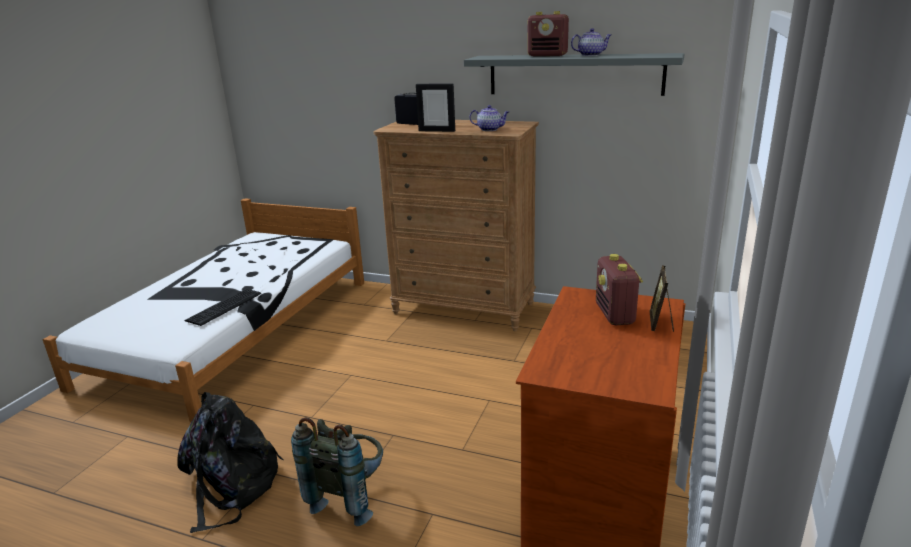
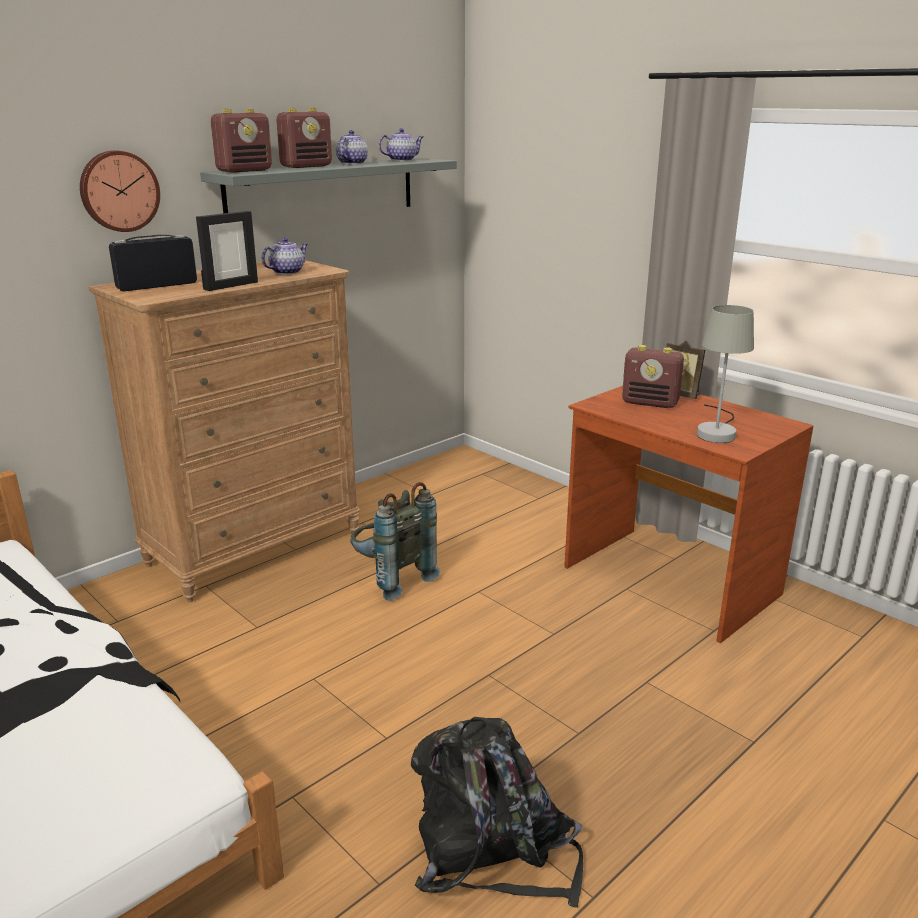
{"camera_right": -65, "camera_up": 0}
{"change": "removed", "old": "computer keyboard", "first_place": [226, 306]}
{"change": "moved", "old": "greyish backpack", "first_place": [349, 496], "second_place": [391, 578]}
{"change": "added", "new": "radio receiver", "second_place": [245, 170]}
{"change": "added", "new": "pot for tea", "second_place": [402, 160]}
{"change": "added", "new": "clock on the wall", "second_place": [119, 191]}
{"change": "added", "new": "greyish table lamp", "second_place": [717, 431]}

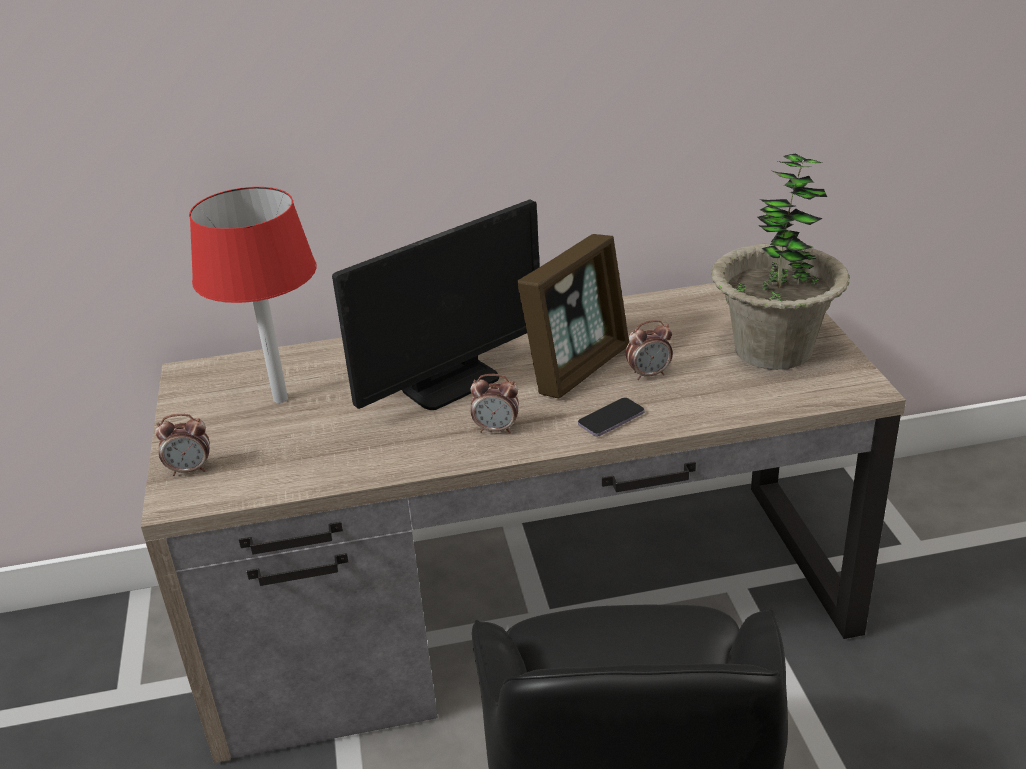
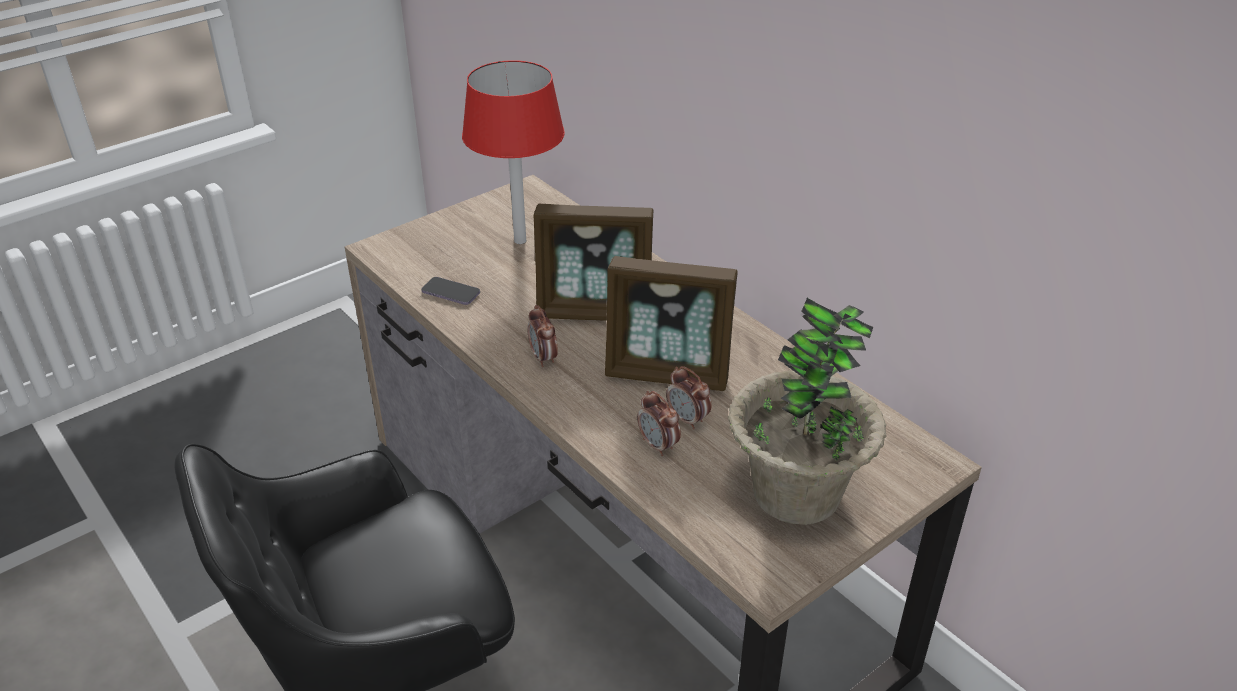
{"camera_right": 60, "camera_up": 5}
{"change": "replaced", "old": "monitor", "new": "picture frame", "first_place": [450, 383], "second_place": [595, 311]}
{"change": "moved", "old": "handset", "first_place": [611, 419], "second_place": [451, 293]}
{"change": "moved", "old": "bedside clock", "first_place": [190, 469], "second_place": [658, 445]}

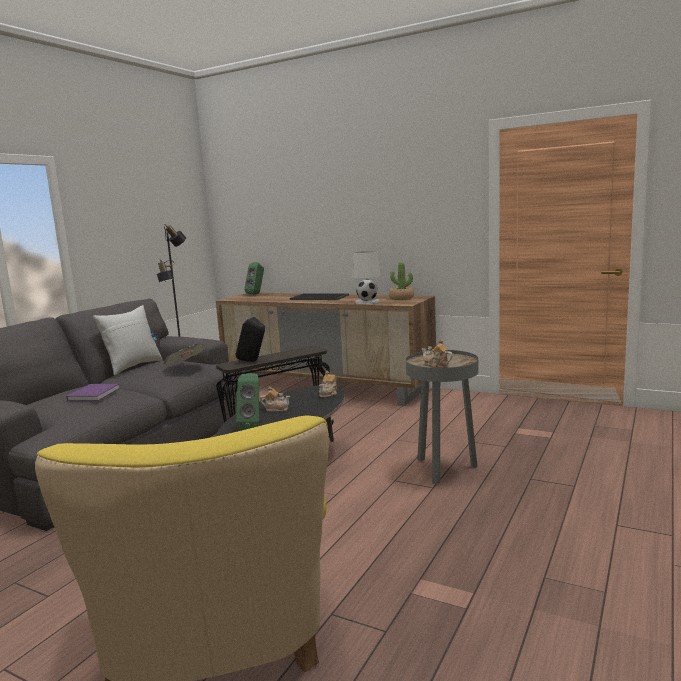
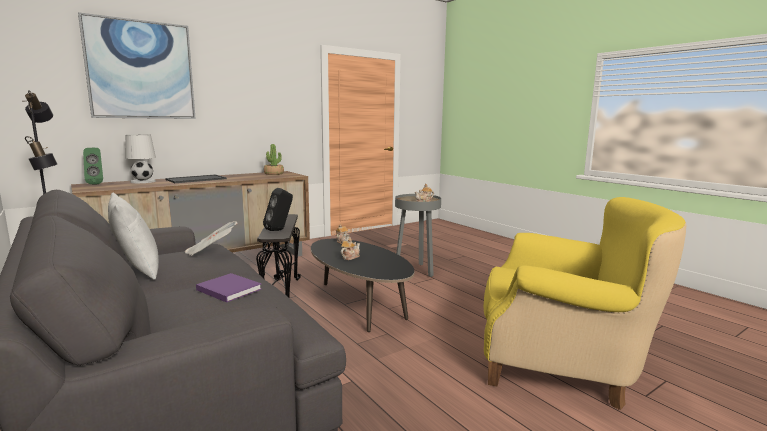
{"camera_right": -65, "camera_up": 0}
{"change": "moved", "old": "white table lamp", "first_place": [367, 302], "second_place": [143, 181]}
{"change": "removed", "old": "green-coloured audio speaker", "first_place": [253, 426]}
{"change": "added", "new": "picture", "second_place": [141, 70]}

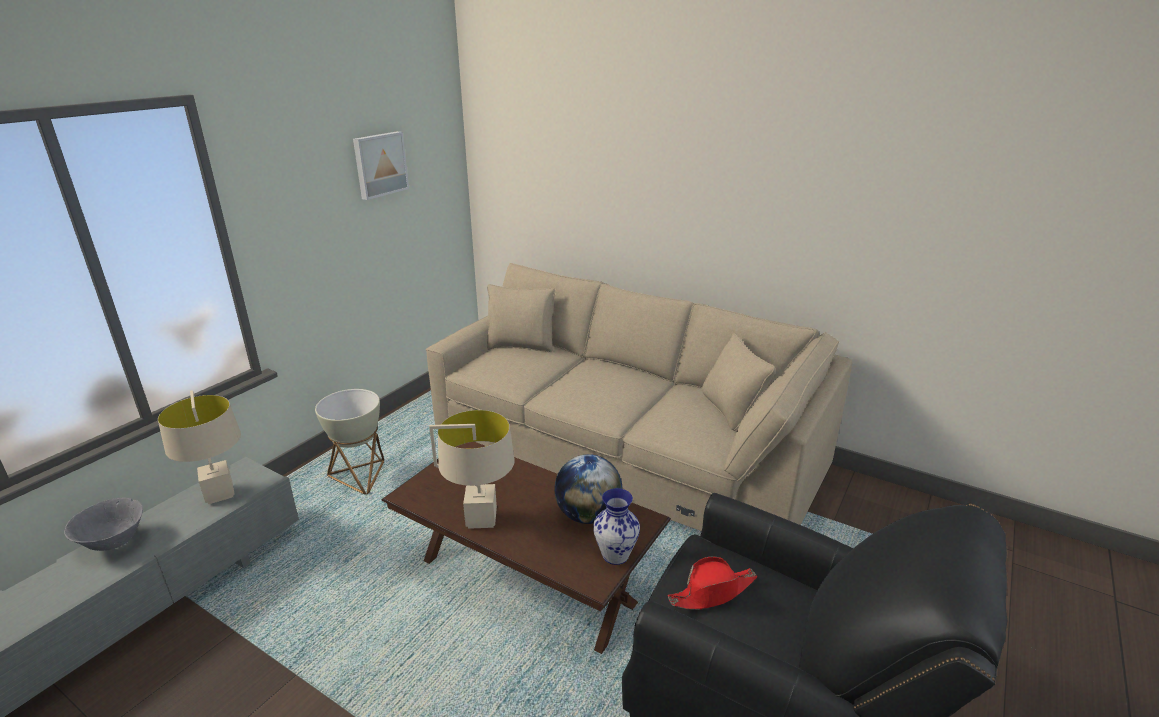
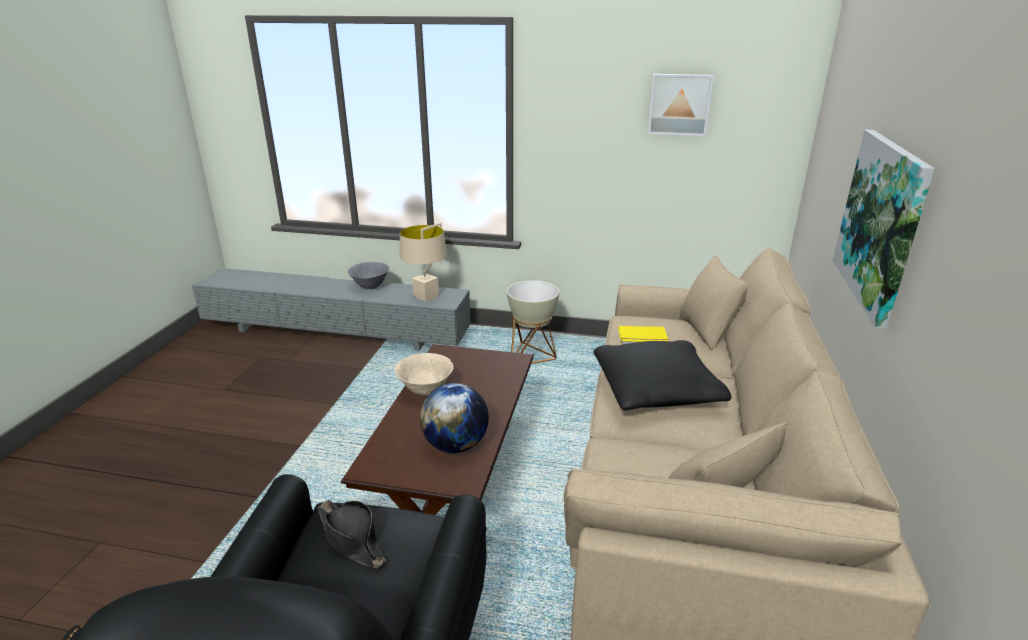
{"camera_right": 70, "camera_up": 0}
{"change": "replaced", "old": "sand-coloured table lamp", "new": "sand-coloured serving bowl", "first_place": [481, 519], "second_place": [426, 391]}
{"change": "removed", "old": "decorative vase", "first_place": [614, 555]}
{"change": "recoloured", "old": "reddish hat", "new": "black hat", "first_place": [712, 592], "second_place": [351, 539]}
{"change": "added", "new": "picture", "second_place": [881, 223]}
{"change": "added", "new": "yellow-coloured book", "second_place": [643, 338]}
{"change": "added", "new": "black pillow", "second_place": [656, 390]}

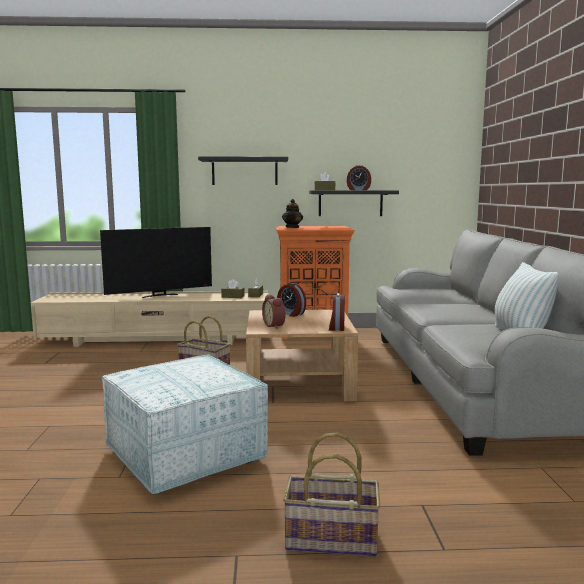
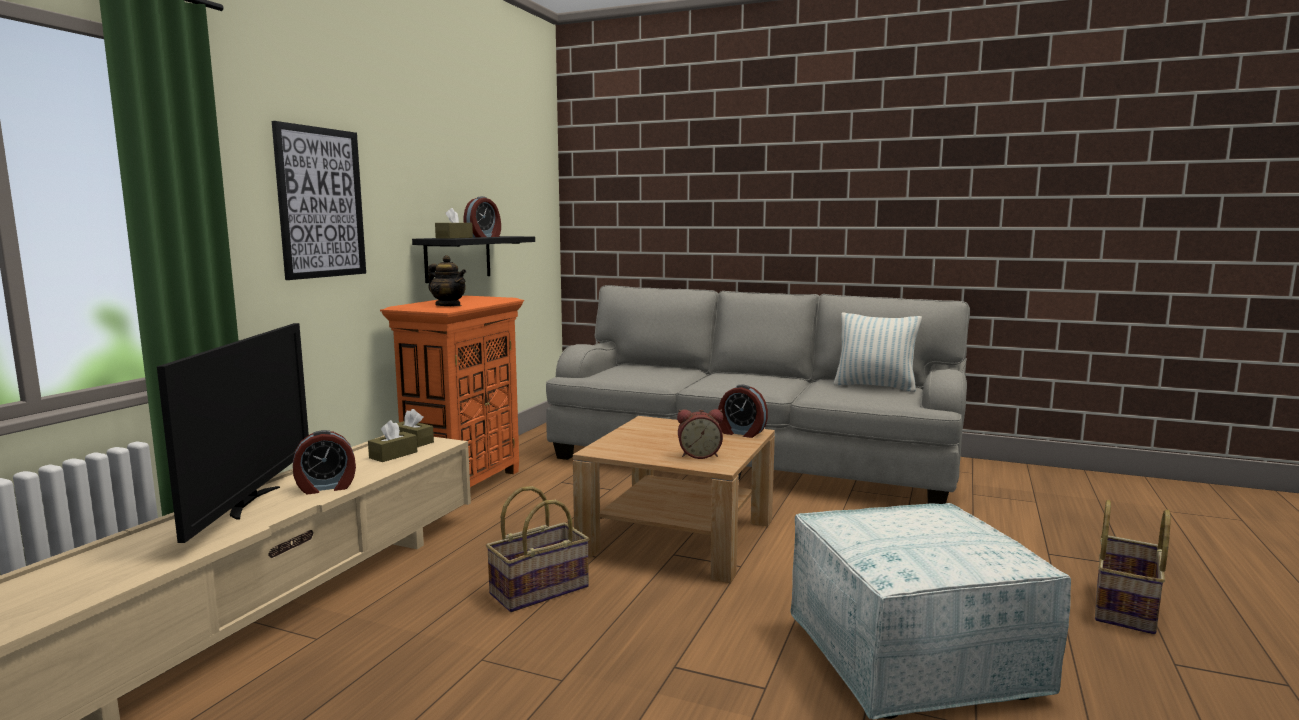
{"camera_right": -65, "camera_up": 0}
{"change": "replaced", "old": "black shelf", "new": "picture", "first_place": [244, 171], "second_place": [320, 203]}
{"change": "moved", "old": "bedside clock", "first_place": [290, 314], "second_place": [326, 487]}

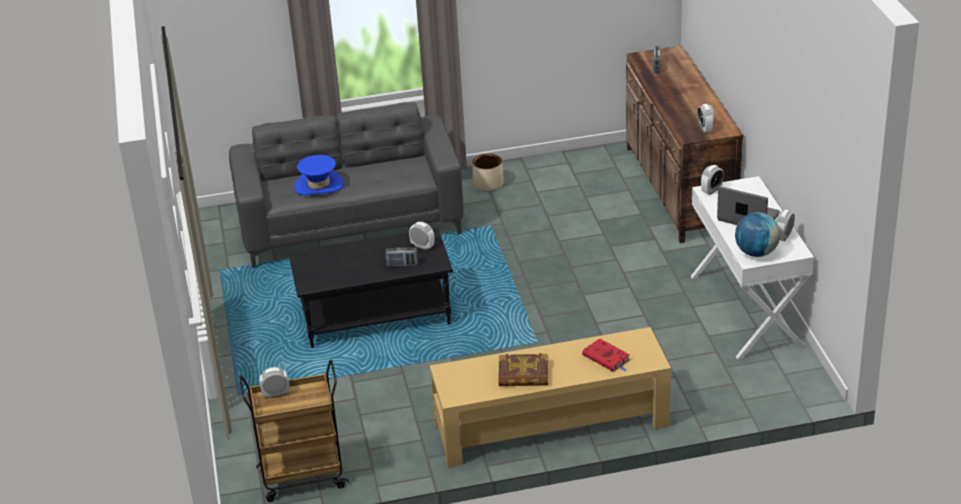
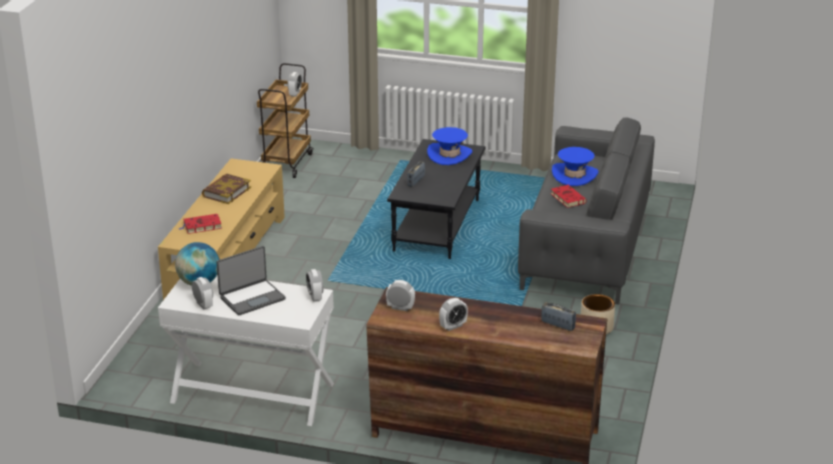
{"camera_right": 115, "camera_up": -5}
{"change": "moved", "old": "bedside clock", "first_place": [422, 246], "second_place": [453, 326]}
{"change": "added", "new": "blue hat", "second_place": [449, 155]}
{"change": "added", "new": "reddish book", "second_place": [567, 198]}

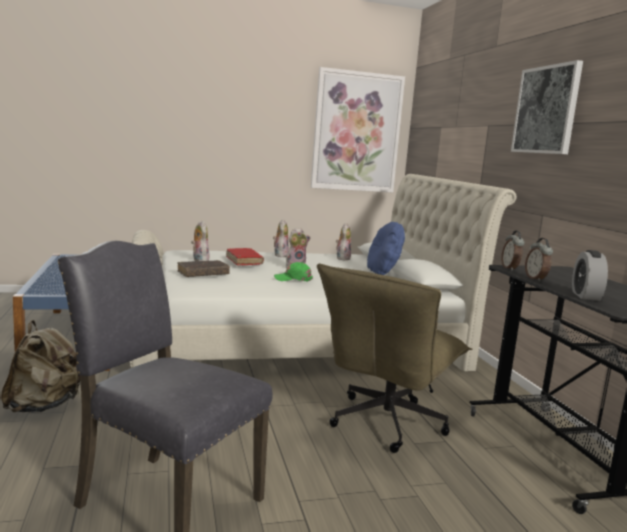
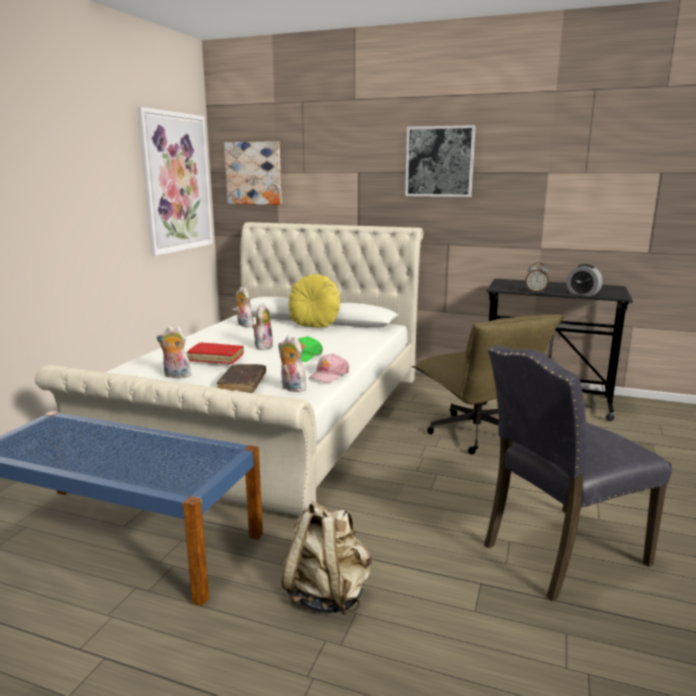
{"camera_right": -55, "camera_up": 5}
{"change": "moved", "old": "cuddly toy", "first_place": [280, 255], "second_place": [291, 388]}
{"change": "recoloured", "old": "blue pillow", "new": "yellow-coloured pillow", "first_place": [383, 273], "second_place": [314, 326]}
{"change": "removed", "old": "bedside clock", "first_place": [510, 268]}
{"change": "added", "new": "picture", "second_place": [254, 173]}
{"change": "added", "new": "pink peaked cap", "second_place": [328, 375]}

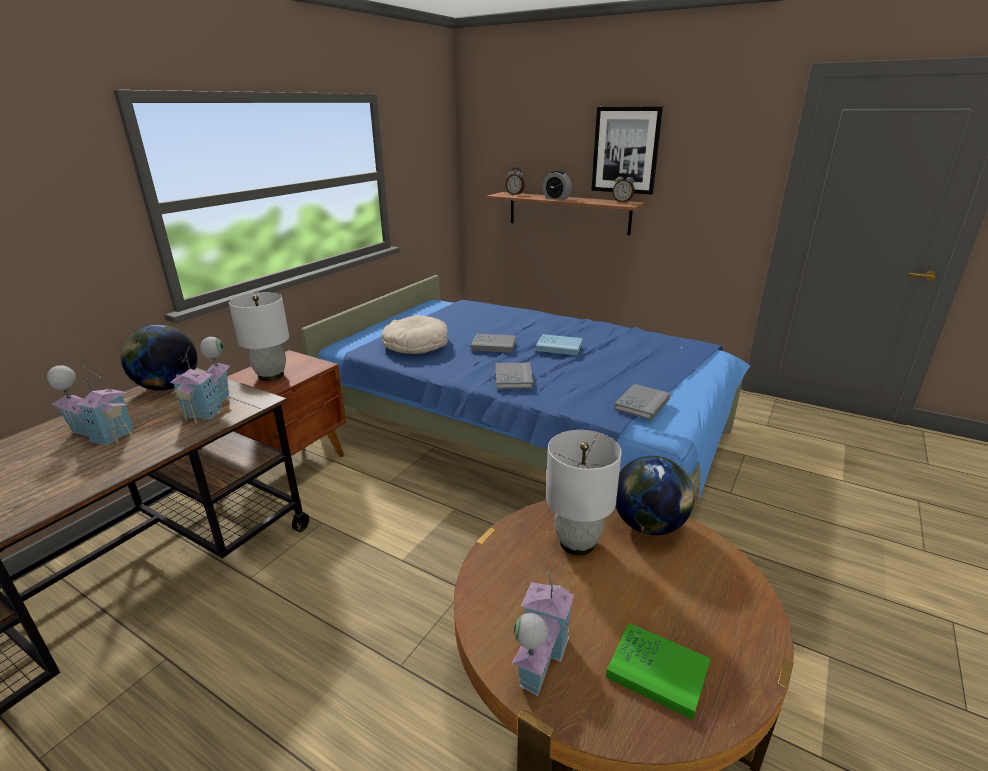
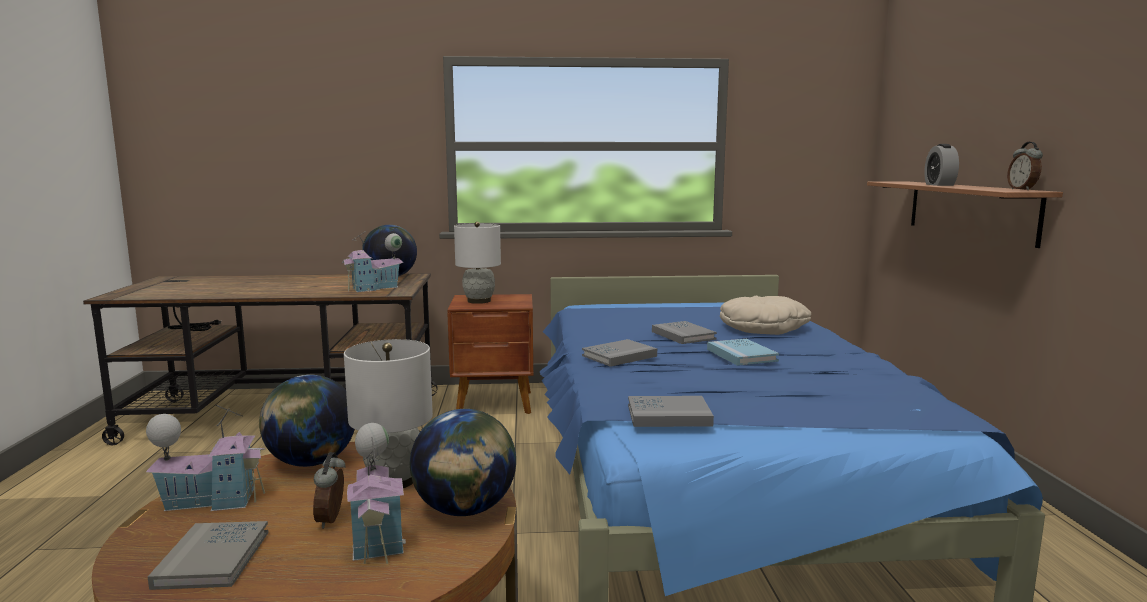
{"camera_right": 55, "camera_up": -15}
{"change": "removed", "old": "picture", "first_place": [625, 150]}
{"change": "moved", "old": "bedside clock", "first_place": [515, 194], "second_place": [332, 520]}
{"change": "moved", "old": "sand-coloured pillow", "first_place": [415, 345], "second_place": [761, 328]}
{"change": "moved", "old": "toy house", "first_place": [102, 433], "second_place": [378, 536]}
{"change": "recoloured", "old": "green-coloured book", "new": "greyish book", "first_place": [657, 671], "second_place": [213, 559]}
{"change": "added", "new": "desk globe", "second_place": [311, 462]}

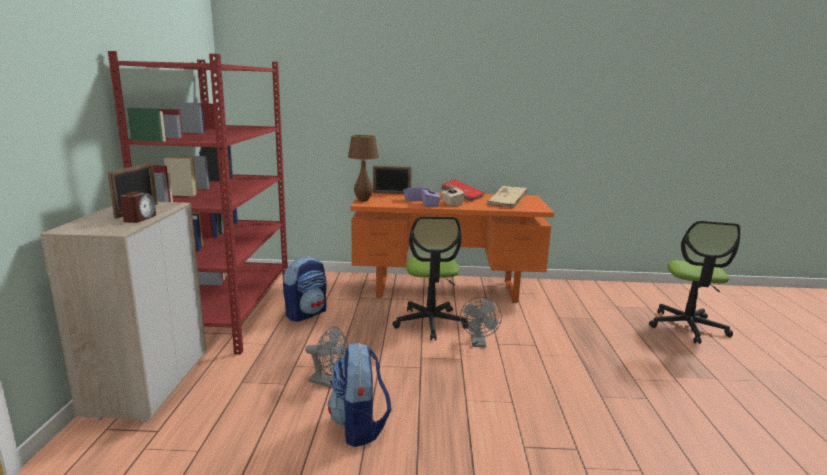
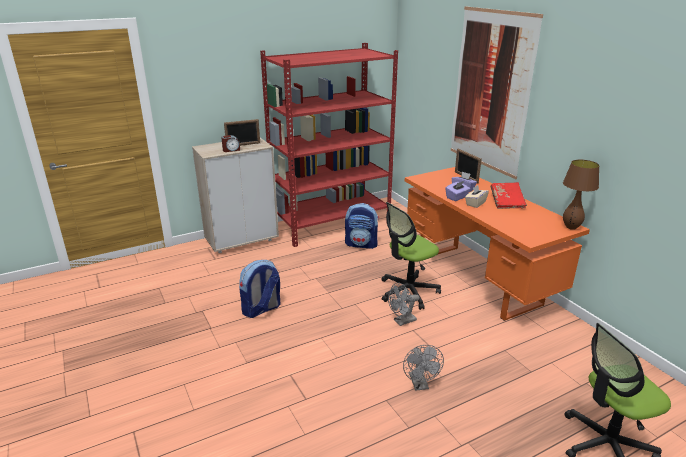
{"camera_right": 60, "camera_up": 10}
{"change": "moved", "old": "brownish table lamp", "first_place": [363, 200], "second_place": [571, 227]}
{"change": "removed", "old": "sand-coloured book", "first_place": [507, 203]}
{"change": "moved", "old": "greyish electric fan", "first_place": [328, 382], "second_place": [420, 385]}
{"change": "added", "new": "picture", "second_place": [491, 91]}

